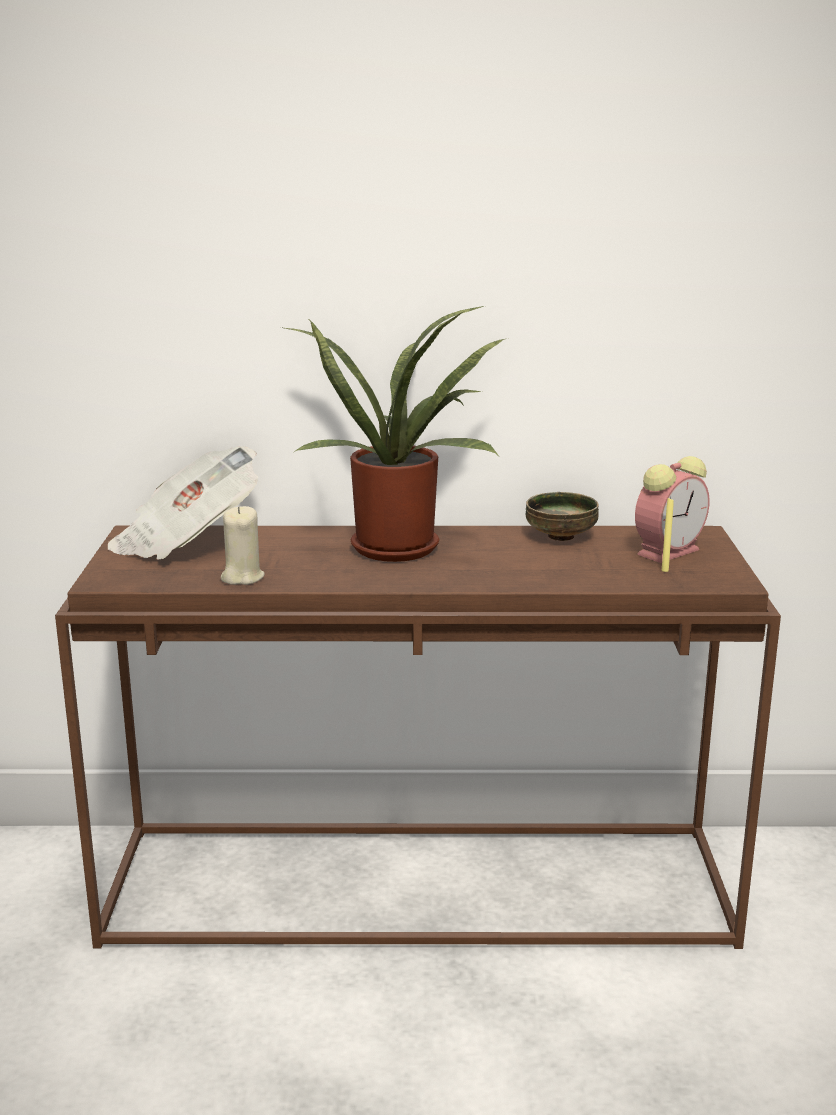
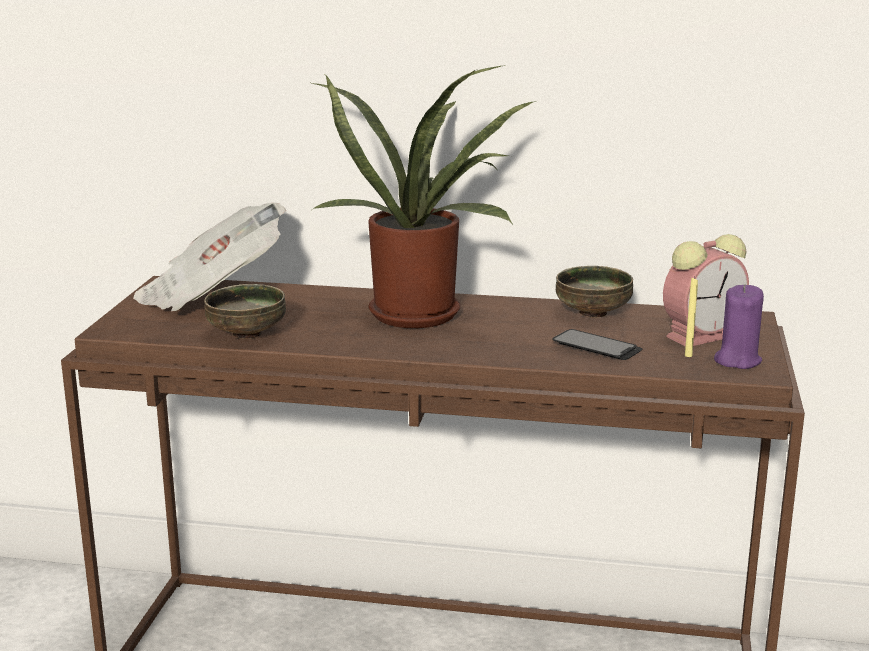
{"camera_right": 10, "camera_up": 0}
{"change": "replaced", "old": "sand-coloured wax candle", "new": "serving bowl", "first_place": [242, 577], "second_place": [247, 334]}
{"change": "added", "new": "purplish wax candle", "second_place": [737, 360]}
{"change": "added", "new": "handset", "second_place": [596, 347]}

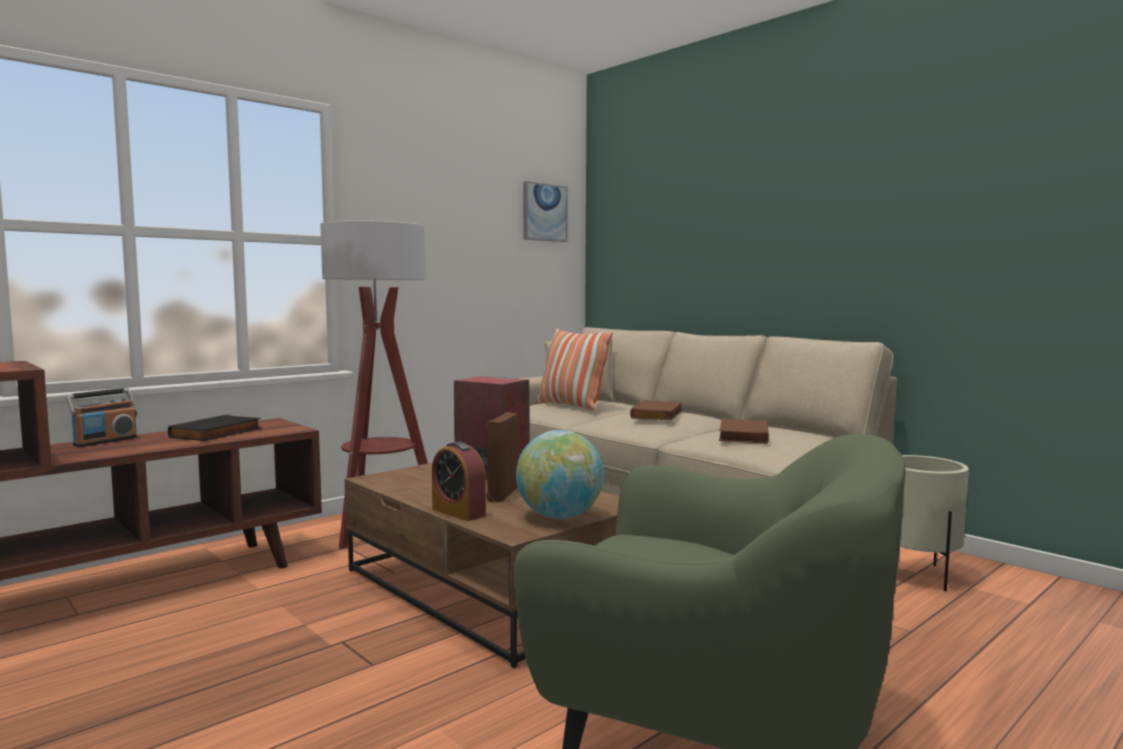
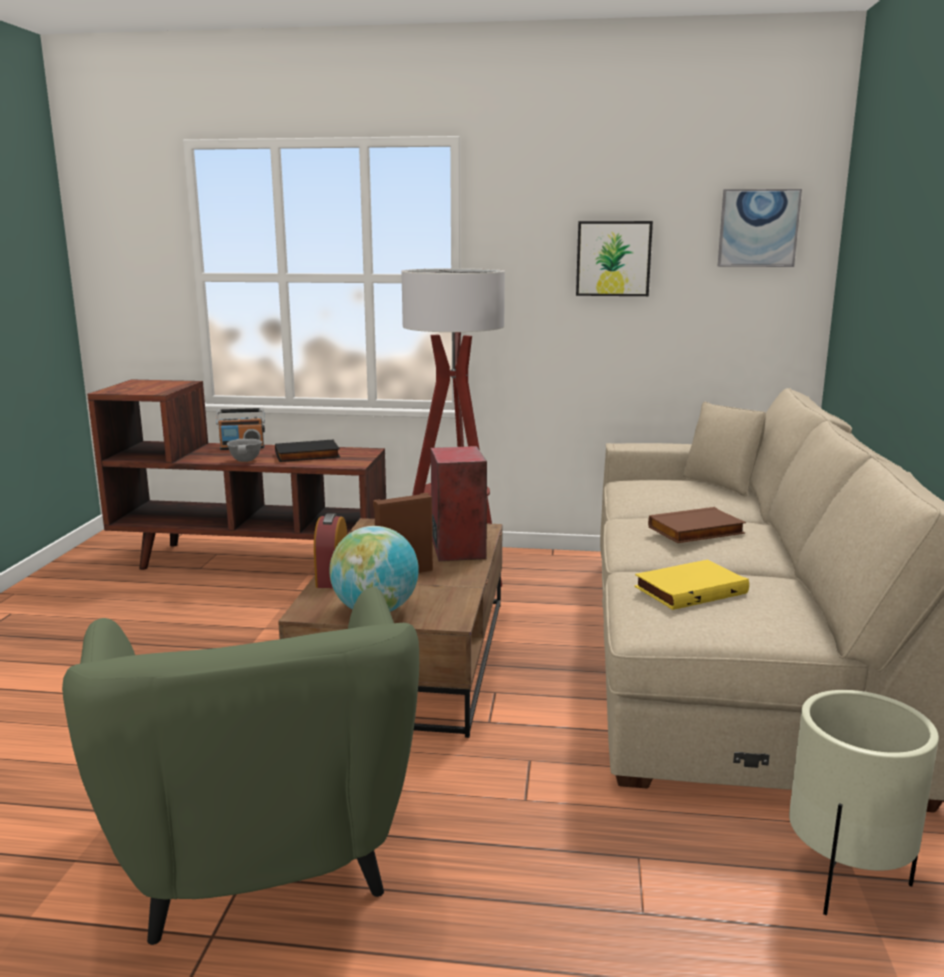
{"camera_right": 50, "camera_up": 10}
{"change": "removed", "old": "pillow", "first_place": [571, 406]}
{"change": "recoloured", "old": "brownish book", "new": "yellow-coloured book", "first_place": [741, 436], "second_place": [689, 589]}
{"change": "added", "new": "picture", "second_place": [613, 258]}
{"change": "added", "new": "greyish serving bowl", "second_place": [246, 461]}

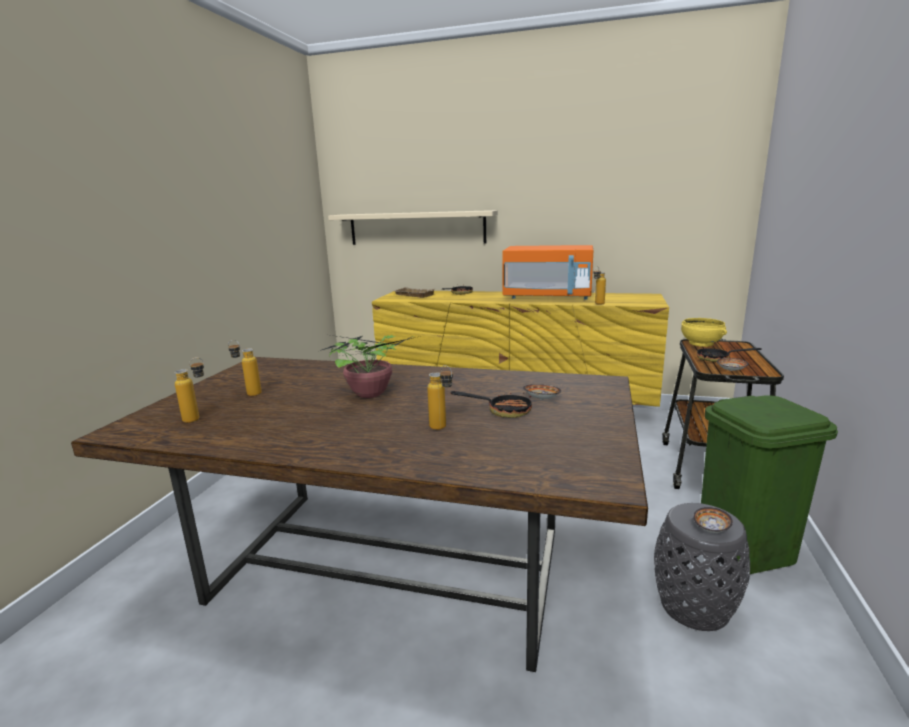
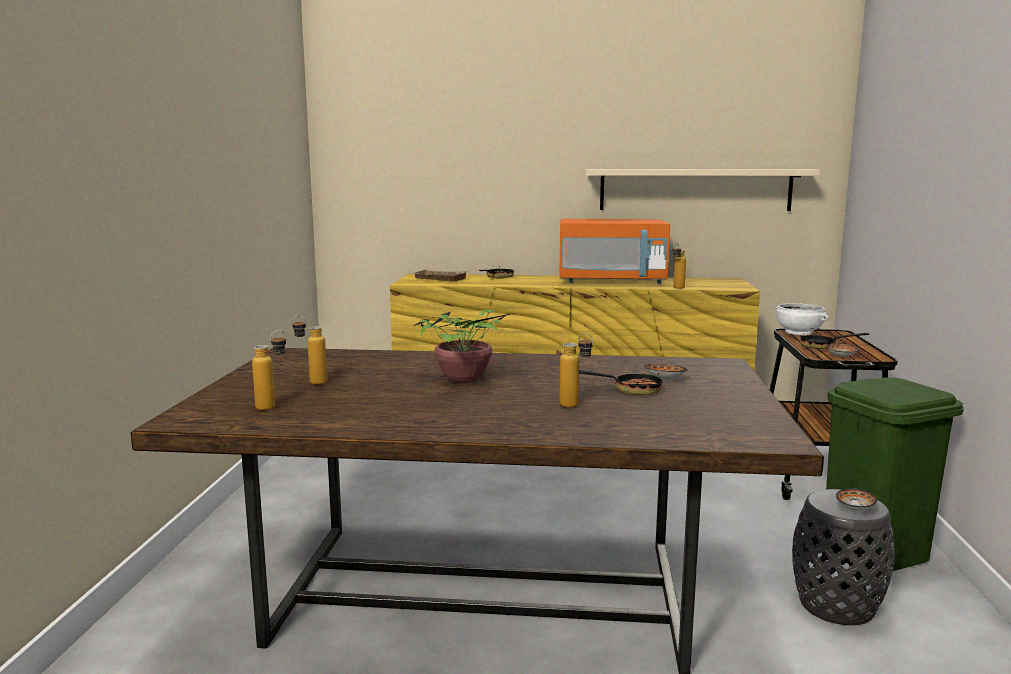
{"camera_right": -10, "camera_up": -5}
{"change": "moved", "old": "sand-coloured shelf", "first_place": [416, 228], "second_place": [695, 189]}
{"change": "recoloured", "old": "yellow-coloured serving bowl", "new": "white serving bowl", "first_place": [700, 343], "second_place": [798, 332]}

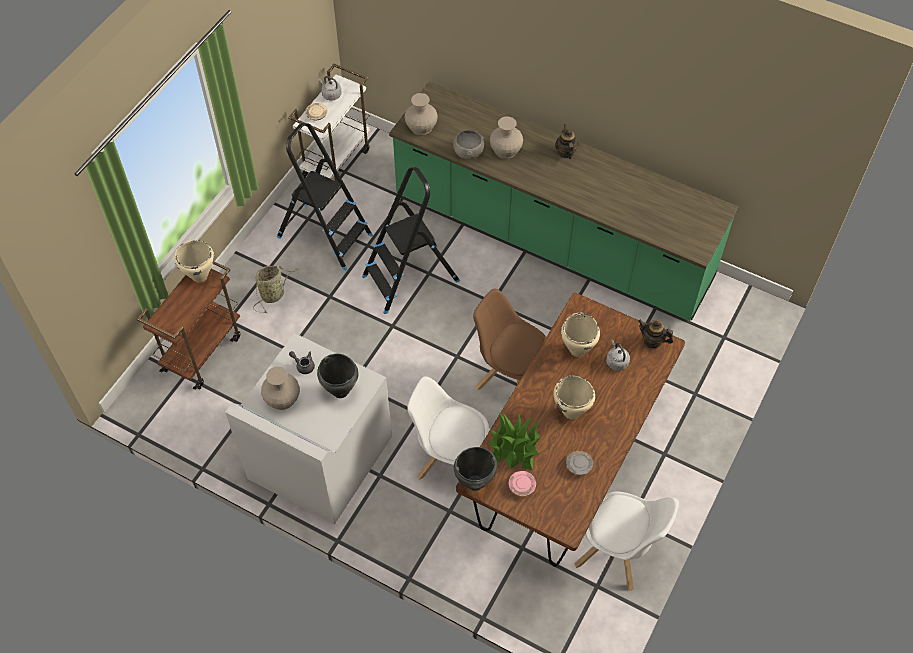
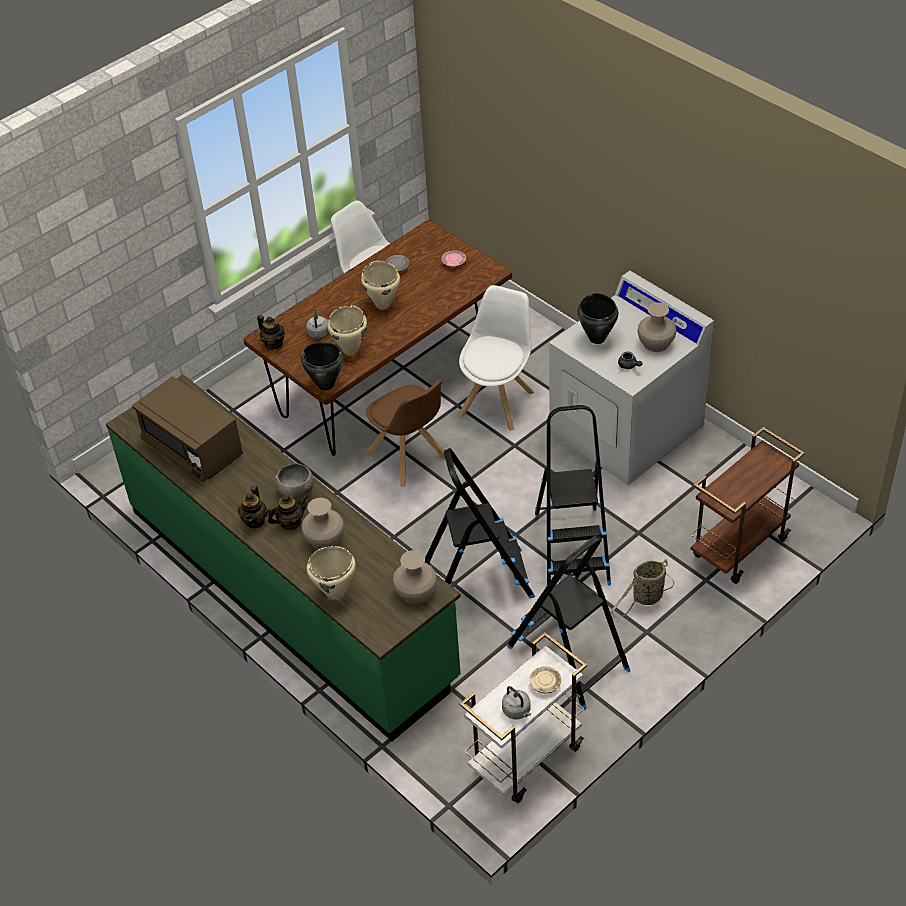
{"camera_right": -160, "camera_up": -10}
{"change": "moved", "old": "greyish serving bowl", "first_place": [468, 151], "second_place": [296, 491]}
{"change": "moved", "old": "sand-coloured cooking pot", "first_place": [199, 276], "second_place": [336, 593]}
{"change": "turned", "old": "white upright chair", "first_place": [451, 461], "second_place": [498, 400], "degrees": -105}
{"change": "removed", "old": "potted plant", "first_place": [514, 447]}
{"change": "moved", "old": "black cooking pot", "first_place": [475, 483], "second_place": [325, 384]}
{"change": "added", "new": "brownish microwave", "second_place": [193, 449]}
{"change": "added", "new": "black step ladder", "second_place": [572, 549]}
{"change": "added", "new": "pot for tea", "second_place": [290, 522]}

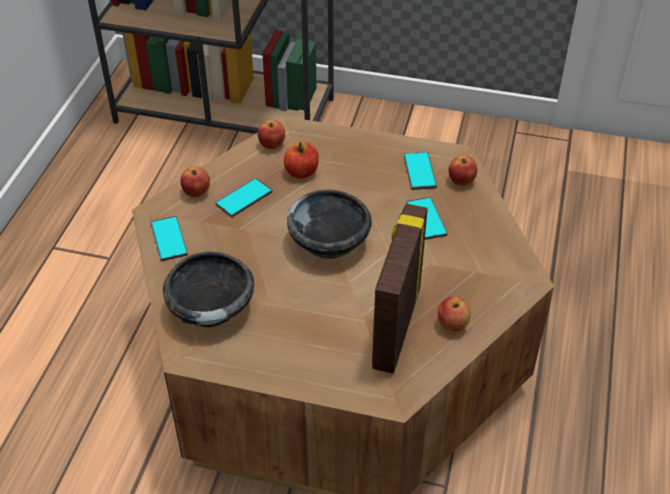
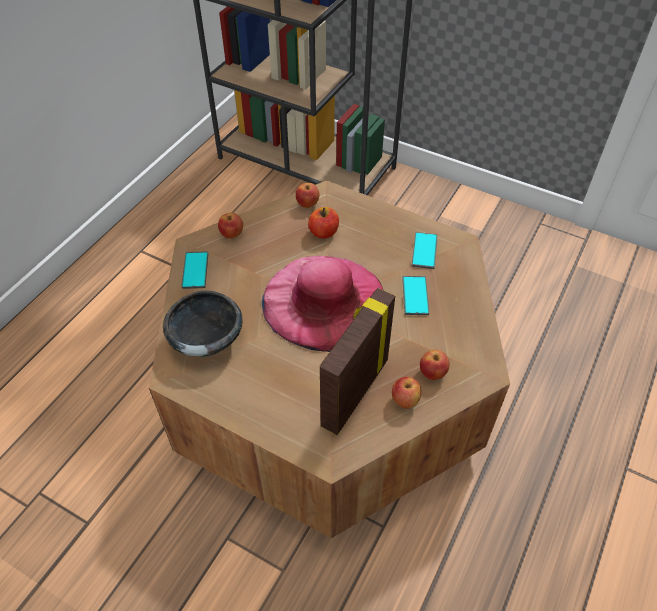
{"camera_right": 15, "camera_up": 5}
{"change": "moved", "old": "whole apple", "first_place": [461, 181], "second_place": [433, 373]}
{"change": "removed", "old": "handset", "first_place": [244, 198]}
{"change": "replaced", "old": "black serving bowl", "new": "pink hat", "first_place": [329, 243], "second_place": [324, 301]}

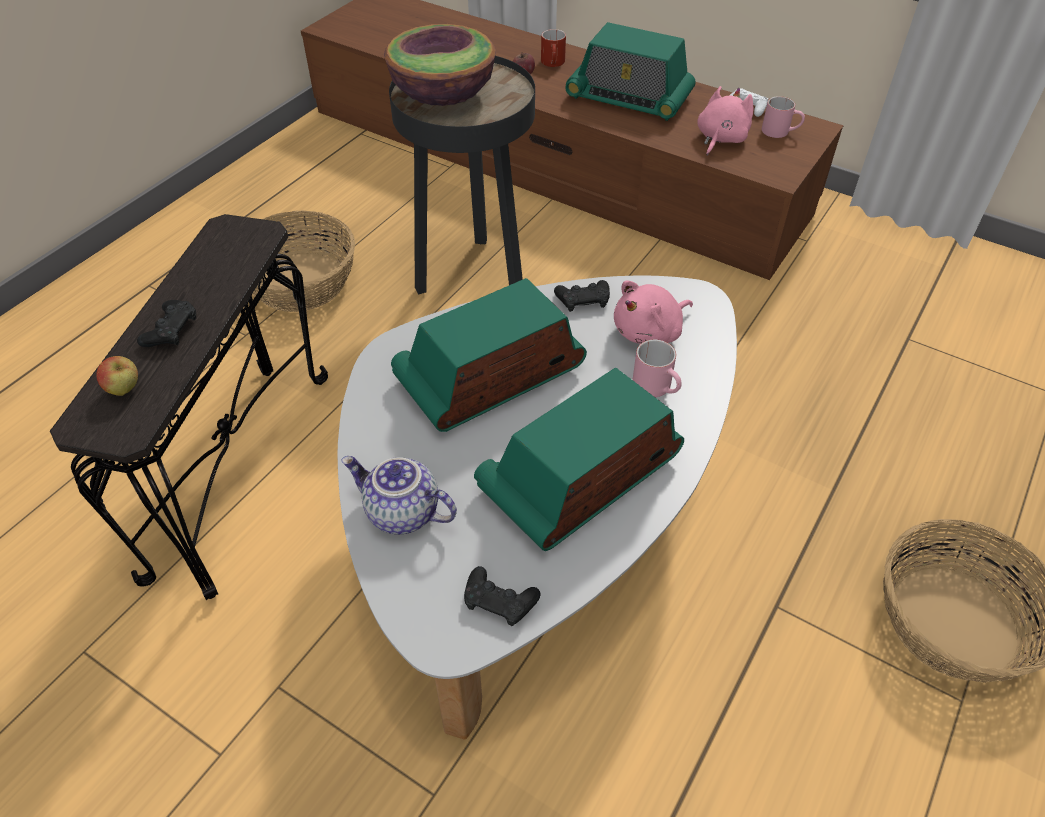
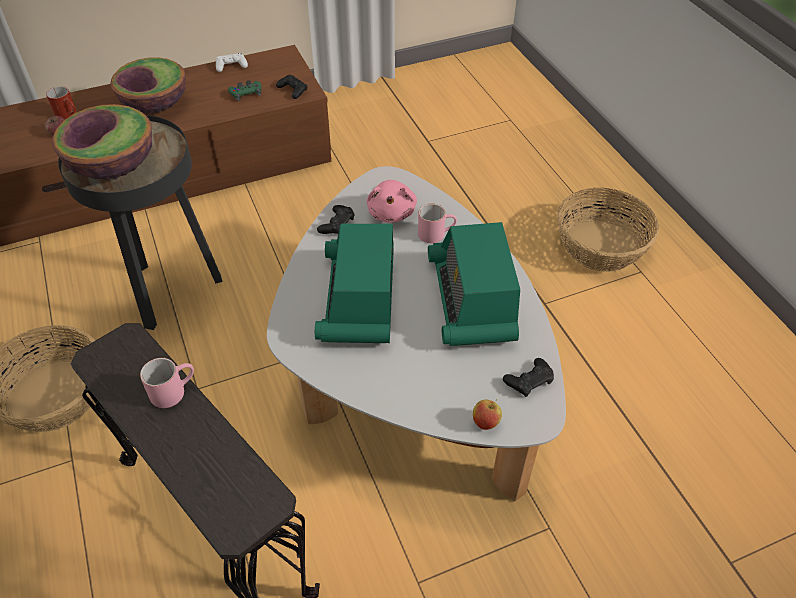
{"camera_right": -55, "camera_up": 0}
{"change": "replaced", "old": "radio receiver", "new": "serving bowl", "first_place": [629, 98], "second_place": [155, 104]}
{"change": "replaced", "old": "pink cuddly toy", "new": "green-coloured gamepad", "first_place": [720, 139], "second_place": [246, 93]}
{"change": "moved", "old": "pink mug", "first_place": [780, 131], "second_place": [173, 390]}
{"change": "moved", "old": "black gamepad", "first_place": [171, 330], "second_place": [293, 90]}
{"change": "moved", "old": "whole apple", "first_place": [125, 390], "second_place": [485, 422]}
{"change": "removed", "old": "pot for tea", "first_place": [401, 513]}

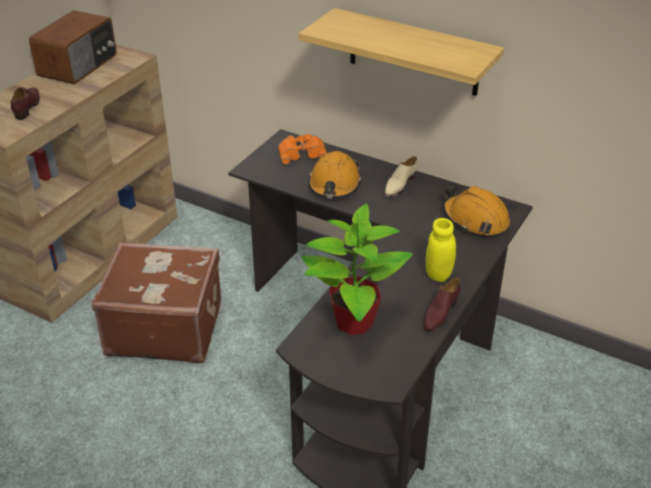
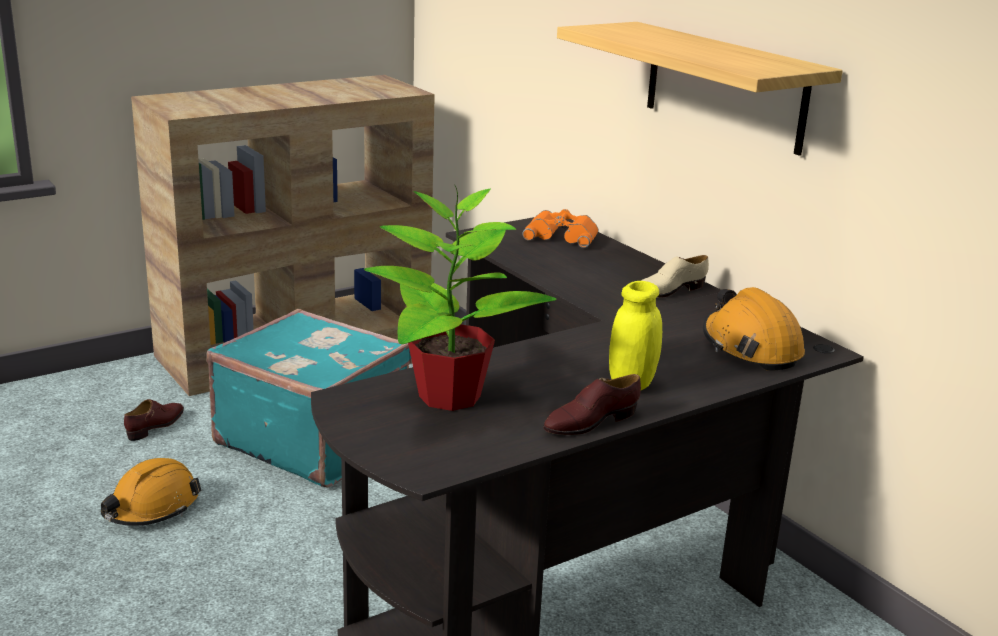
{"camera_right": 25, "camera_up": -15}
{"change": "removed", "old": "radio receiver", "first_place": [79, 65]}
{"change": "moved", "old": "brownish low shoe", "first_place": [28, 106], "second_place": [156, 425]}
{"change": "moved", "old": "orangey work helmet", "first_place": [334, 185], "second_place": [151, 507]}
{"change": "recoloured", "old": "brownish suitcase", "new": "turquoise-coloured suitcase", "first_place": [165, 327], "second_place": [314, 439]}

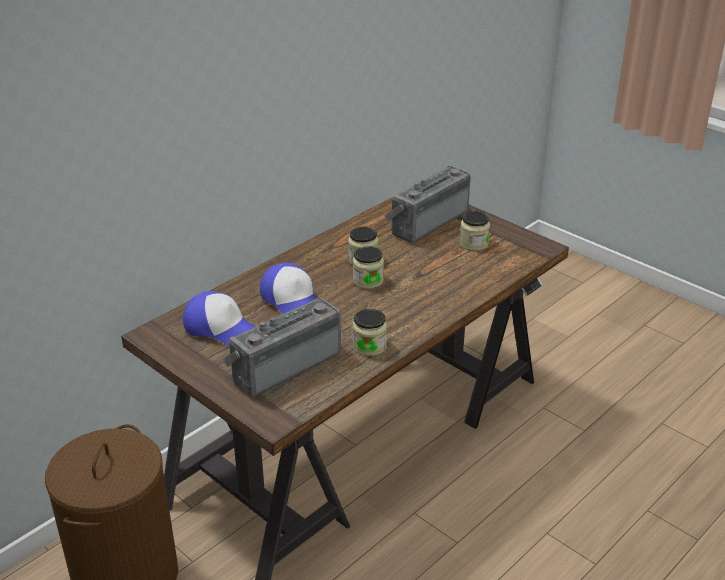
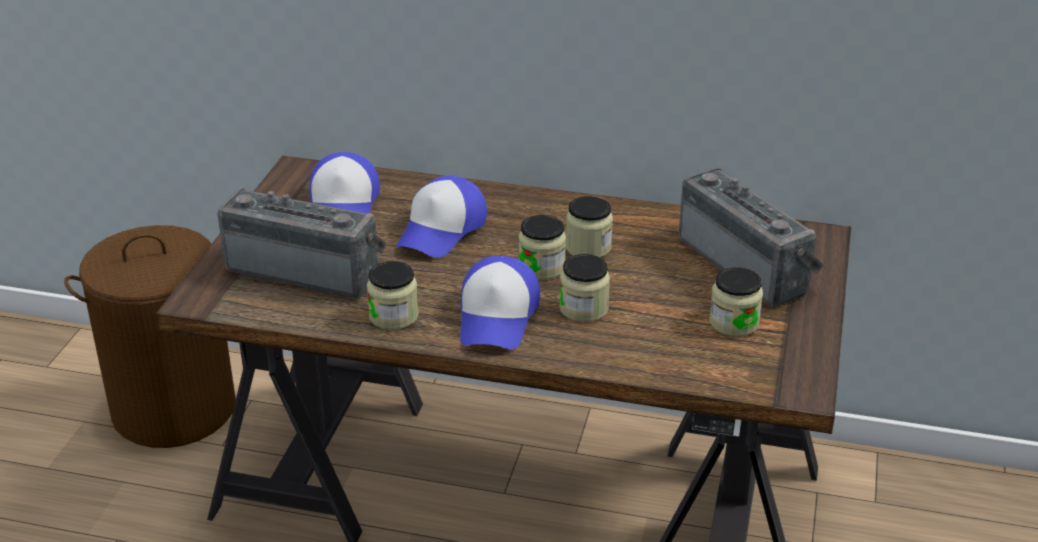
{"camera_right": 60, "camera_up": 0}
{"change": "turned", "old": "radio receiver", "first_place": [426, 221], "second_place": [748, 264], "degrees": 45}
{"change": "added", "new": "jar", "second_place": [583, 309]}
{"change": "added", "new": "peaked cap", "second_place": [497, 317]}

